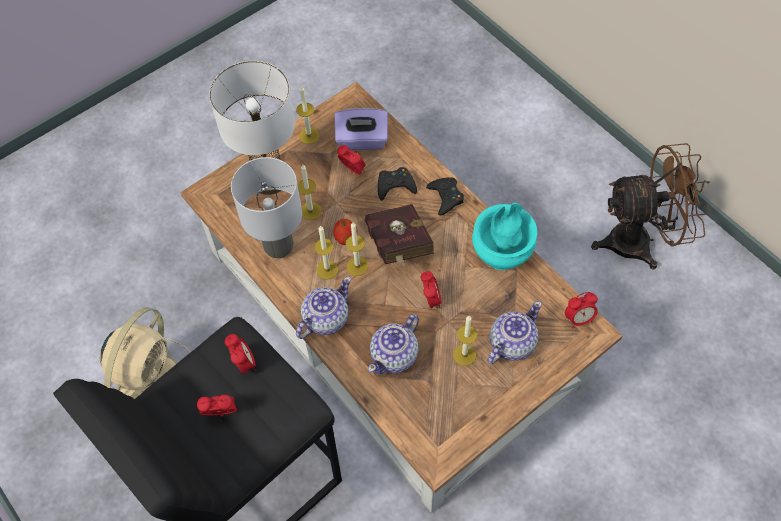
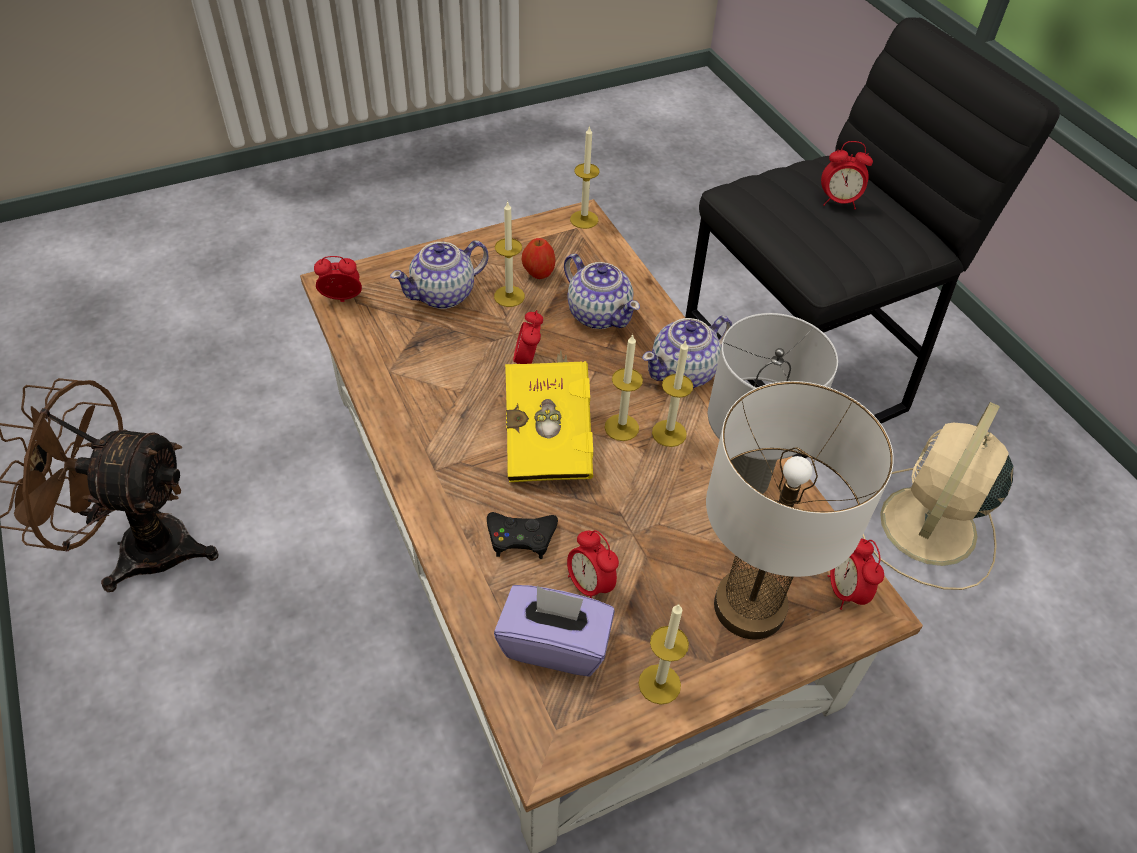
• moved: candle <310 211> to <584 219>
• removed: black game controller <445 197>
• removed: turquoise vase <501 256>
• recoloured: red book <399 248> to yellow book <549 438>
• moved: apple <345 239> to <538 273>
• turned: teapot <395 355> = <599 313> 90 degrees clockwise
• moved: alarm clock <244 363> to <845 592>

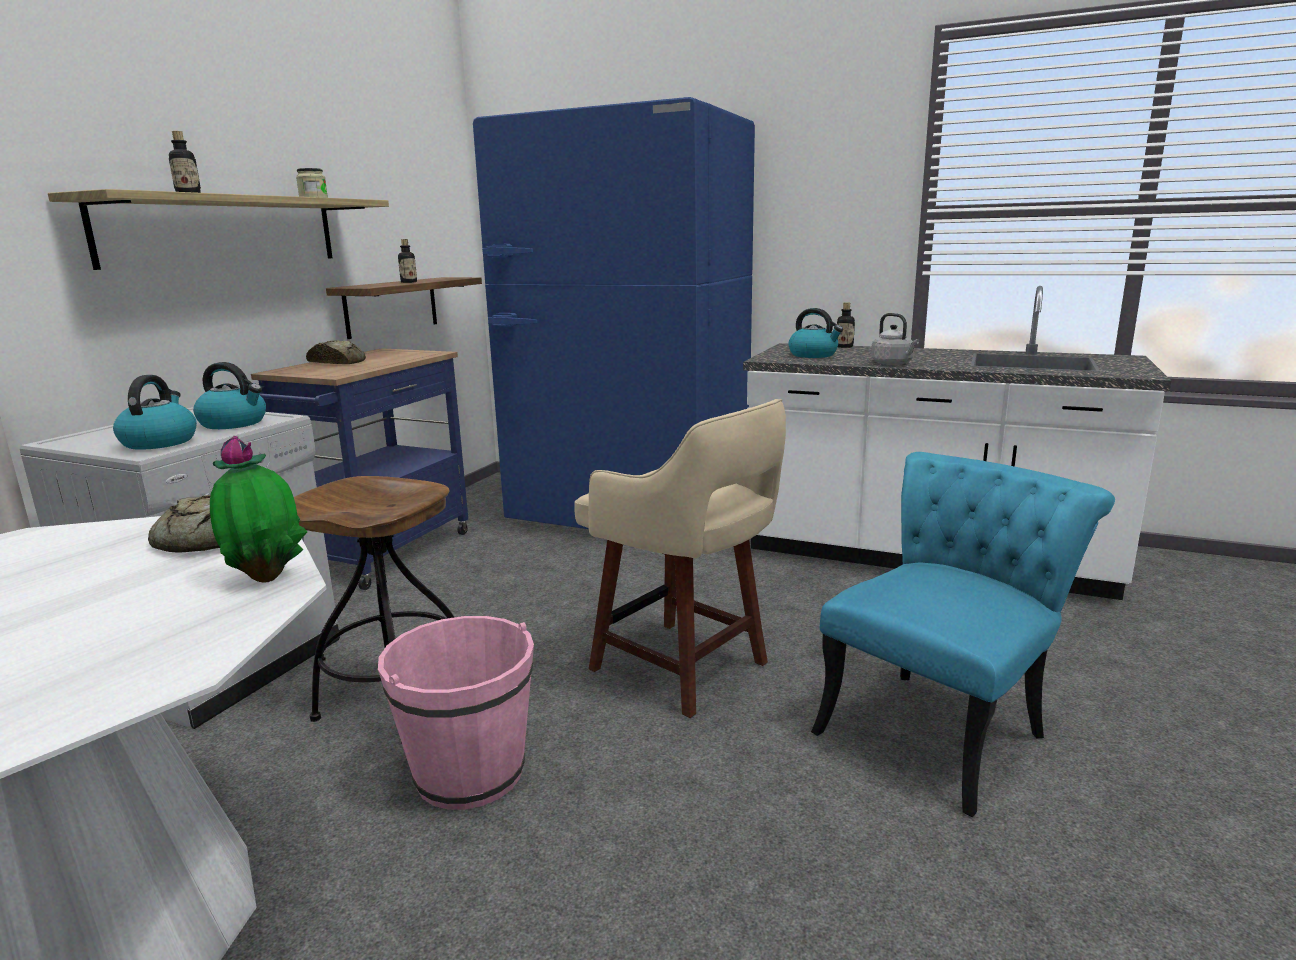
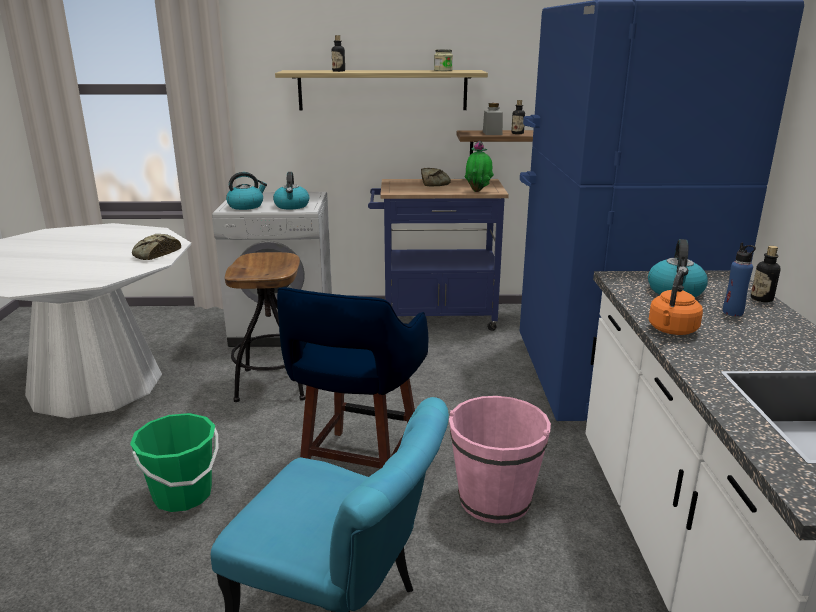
• recoloured: grey kettle <893 364> to orange kettle <672 330>
• recoloured: beige stool <684 670> to blue stool <358 470>
• moved: potted plant <267 577> to <478 191>
• moved: pink bucket <469 773> to <494 499>
• added: grey jar <492 133>
• added: blue bottle <732 312>
• added: green bucket <183 495>

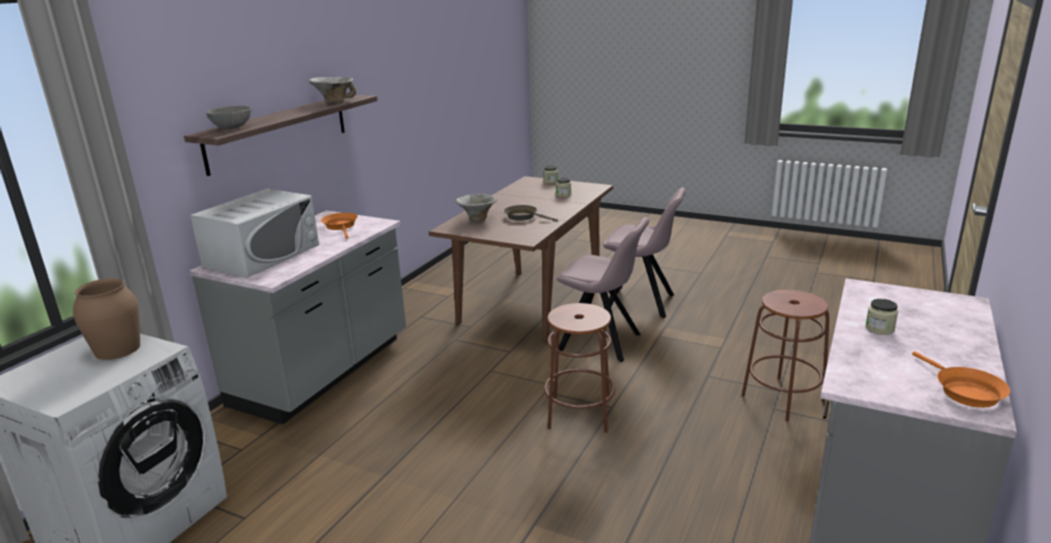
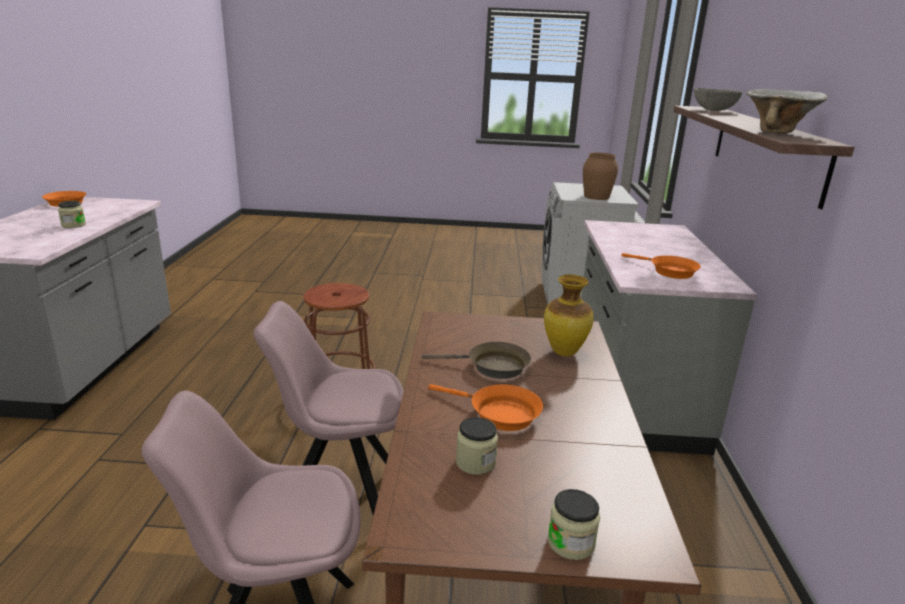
• removed: white microwave <263 255>
• replaced: bowl <477 219> to vase <565 352>
• removed: brown stool <782 398>
• added: orange frying pan <499 414>

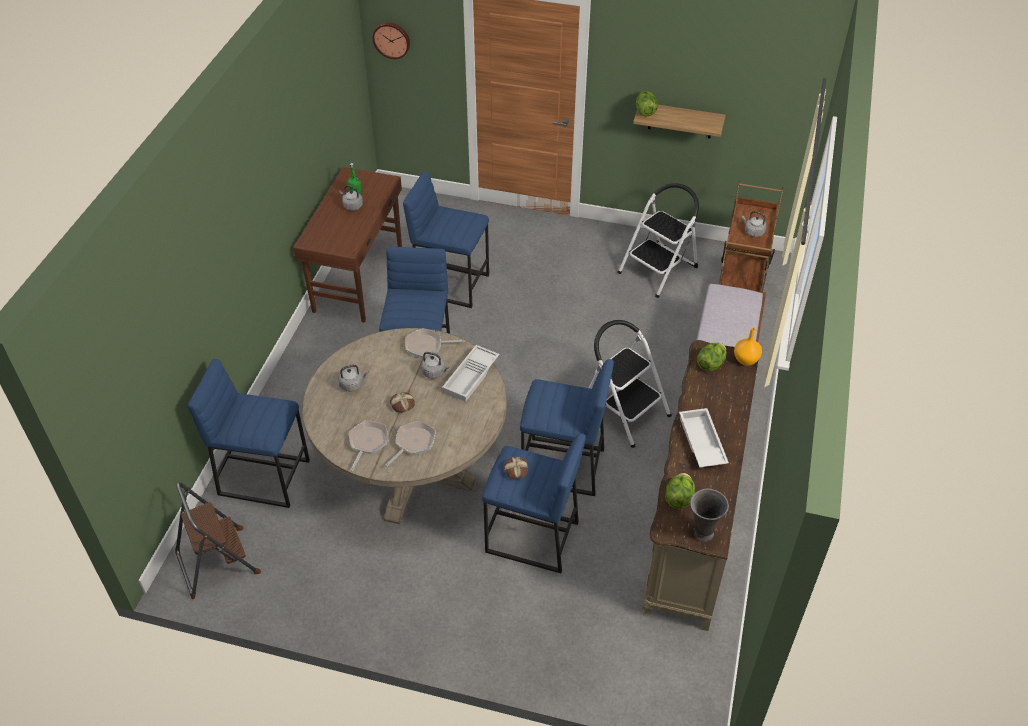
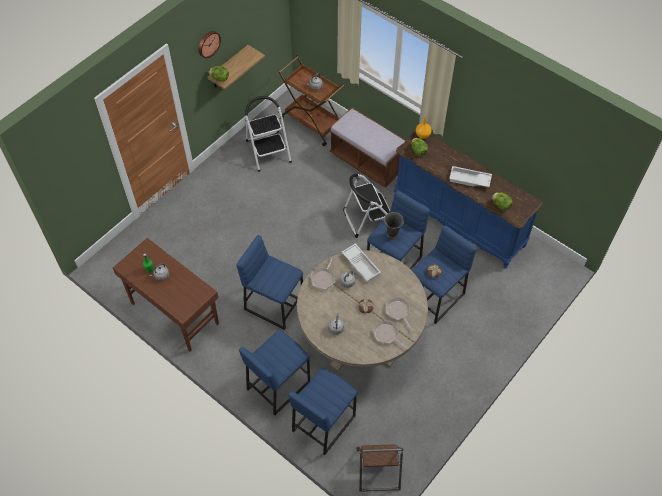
• moved: wall clock <392 39> to <208 43>
• moved: blue stool <450 284> to <278 385>
• recoloured: beige cabinet <691 520> to blue cabinet <457 221>
• moved: grey vase <702 534> to <392 235>

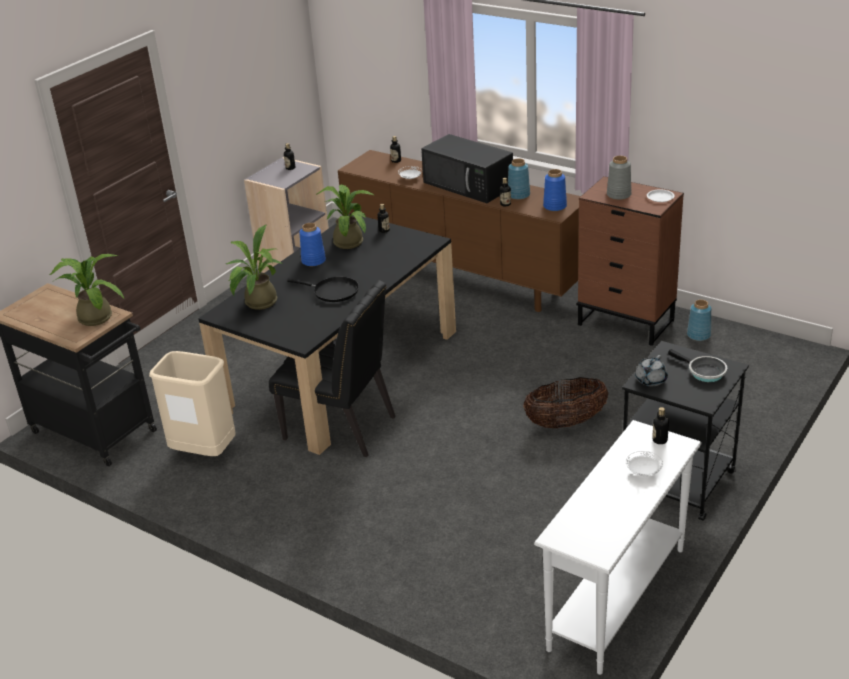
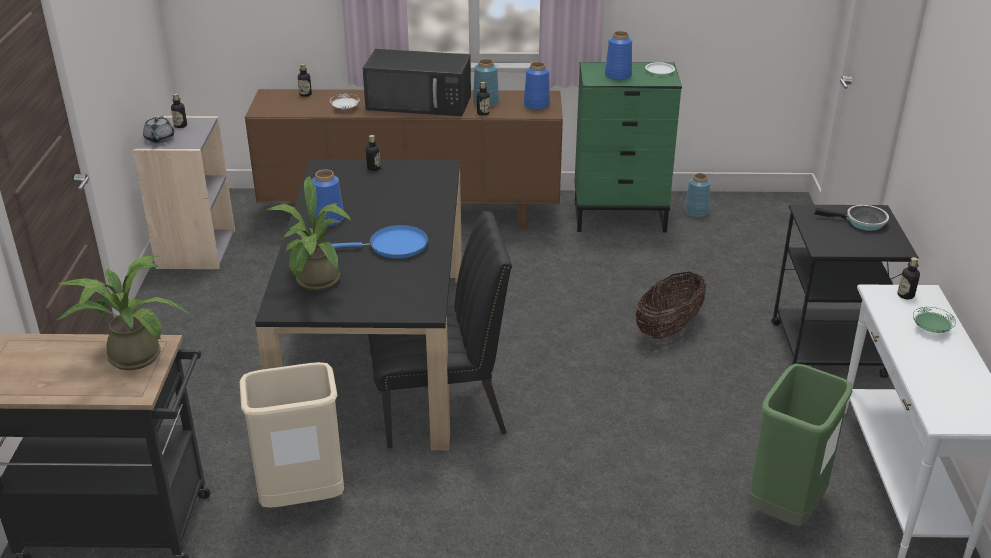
• recoloured: grey vase <619 195> to blue vase <618 75>
• recoloured: brown dresser <626 322> to green dresser <620 217>
• removed: potted plant <349 241>
• recoloured: black frying pan <333 292> to blue frying pan <394 246>
• moved: grey teapot <650 380> to <159 139>
• recoloured: white plate <643 472> to green plate <931 329>
• added: green trash can <785 508>

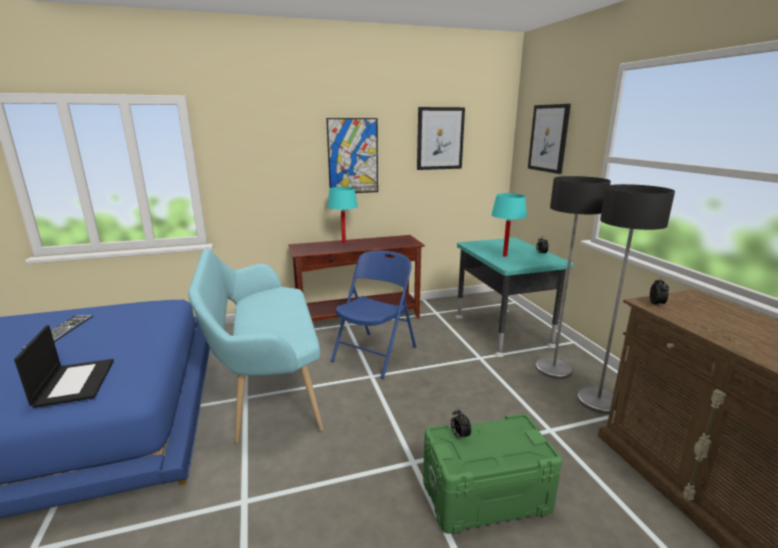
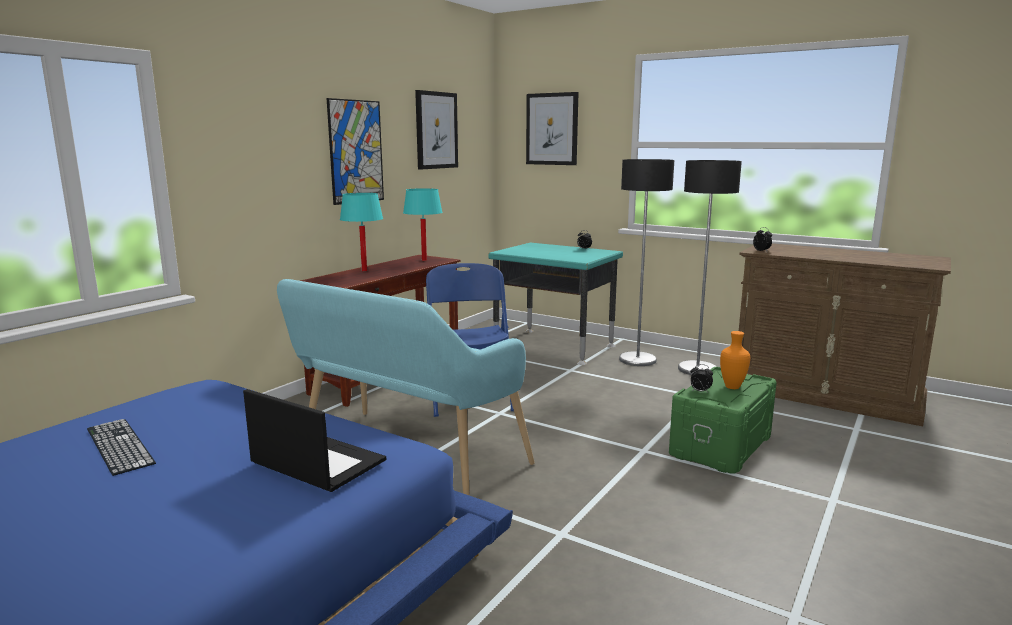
• moved: turquoise table lamp <504 256> to <424 260>
• added: orange vase <733 387>

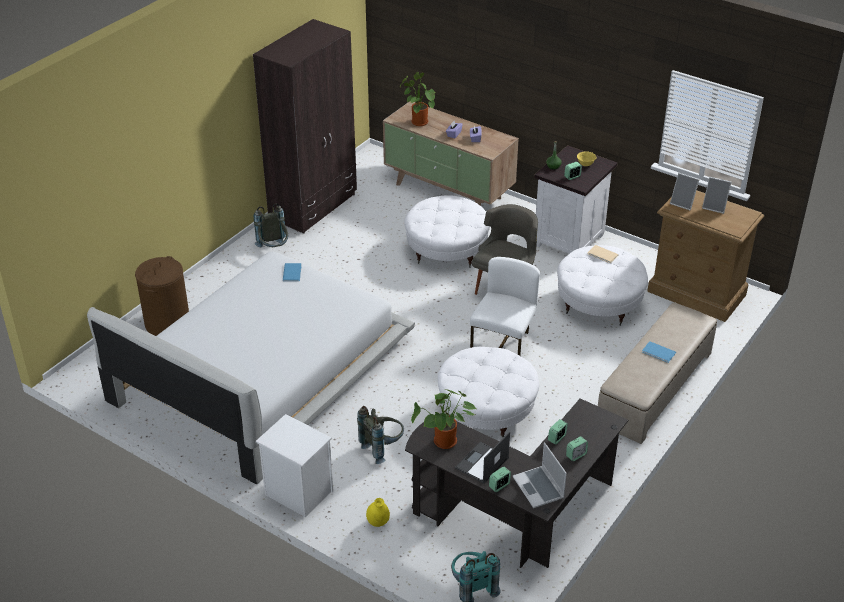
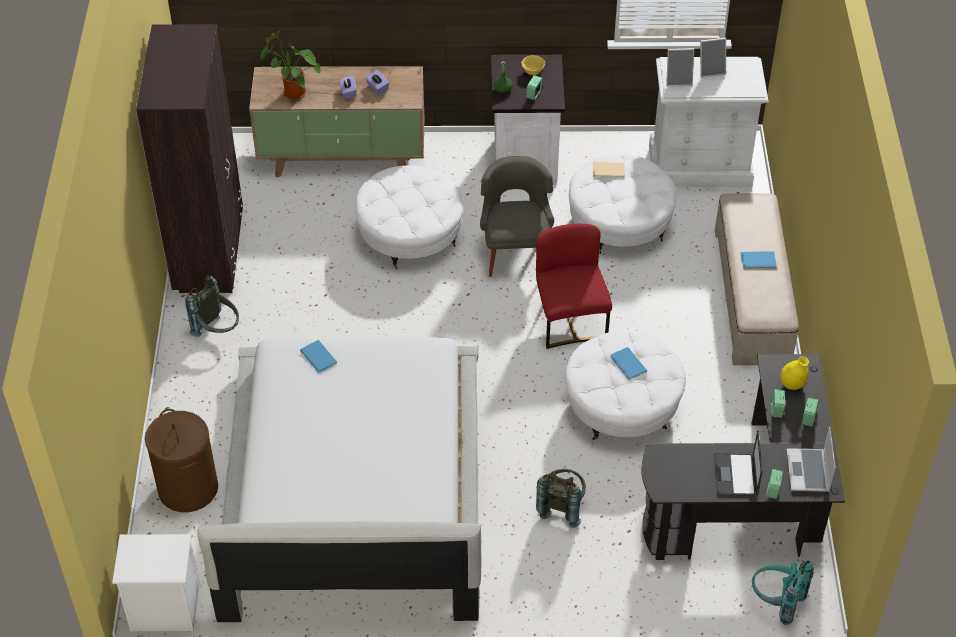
• recoloured: brown dresser <696 293> to white dresser <700 166>
• recoloured: white chair <503 343> to red chair <570 320>
• removed: potted plant <444 444>
• moved: white nightstand <297 493> to <163 609>
• turned: laptop <539 488> = <809 472> 60 degrees clockwise
• moved: yellow vase <378 522> to <792 384>
• added: blue book <628 365>

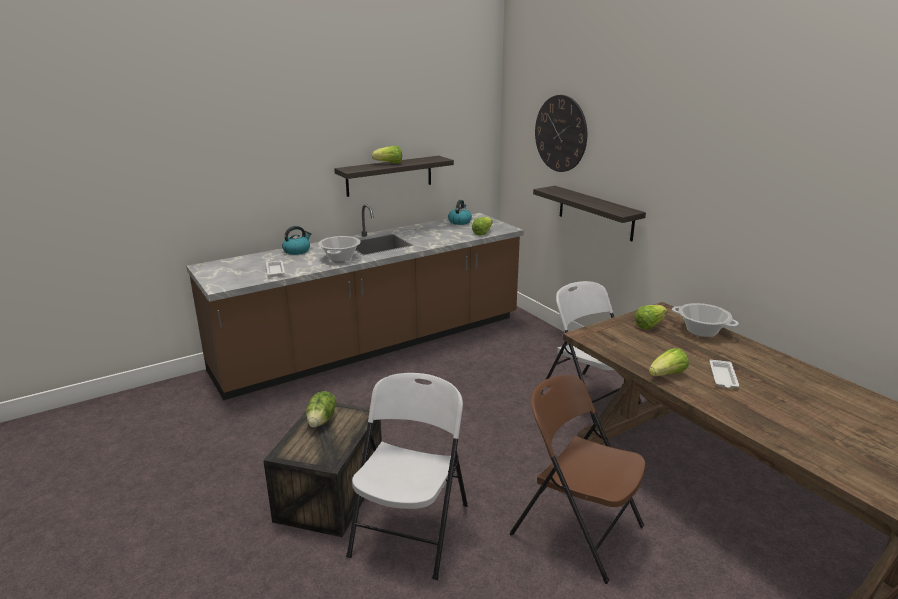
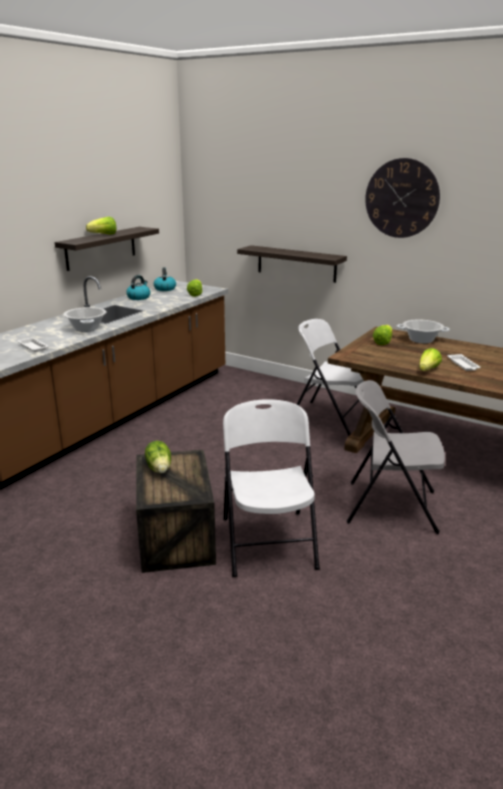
• moved: wall clock <560 133> to <401 198>
• moved: kettle <297 251> to <139 297>
• recoloured: brown chair <577 529> to grey chair <391 506>

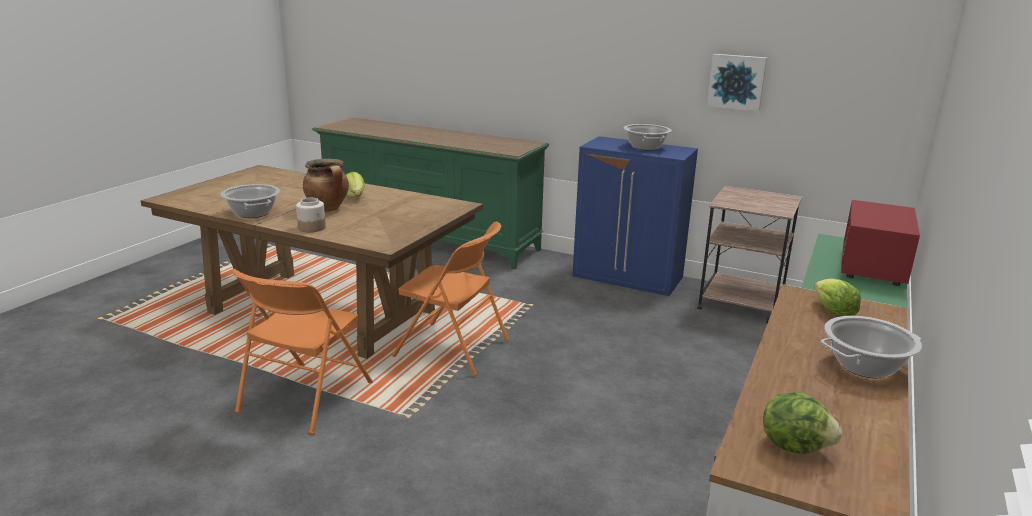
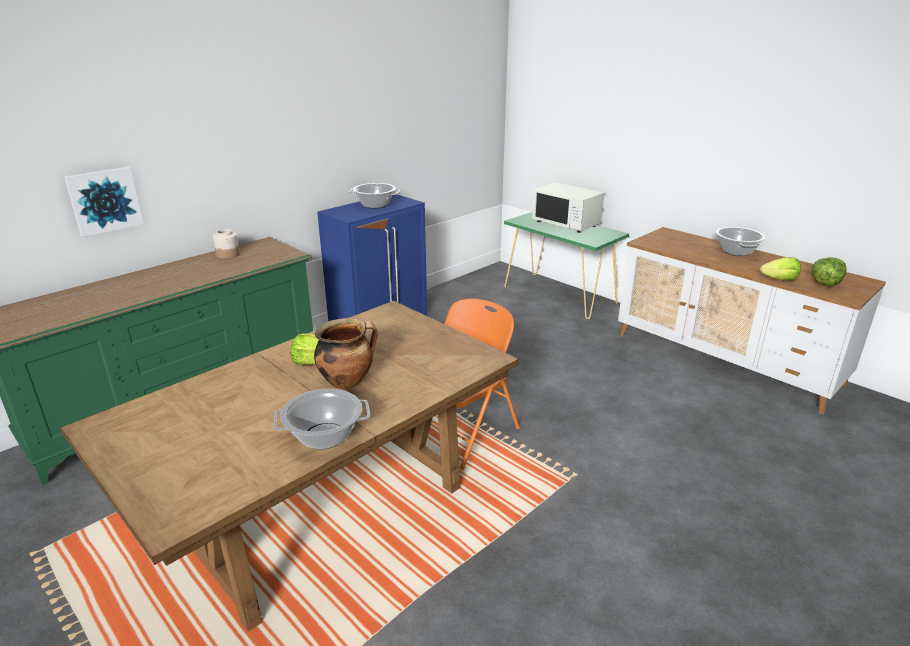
• moved: picture <736 82> to <104 200>
• removed: brown cart <742 304>
• moved: jar <312 228> to <228 254>
• recoloured: red microwave <873 267> to white microwave <566 223>
• removed: orange chair <306 397>
• moved: lettuce <832 312> to <780 279>

